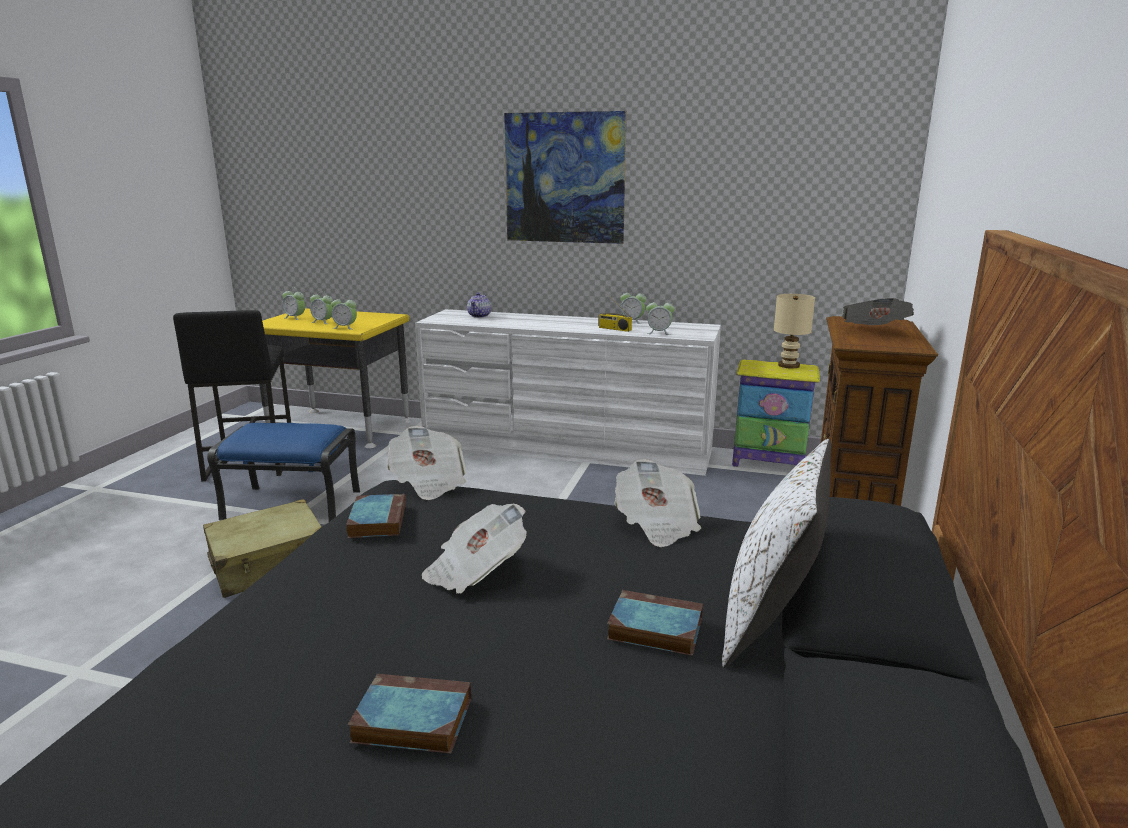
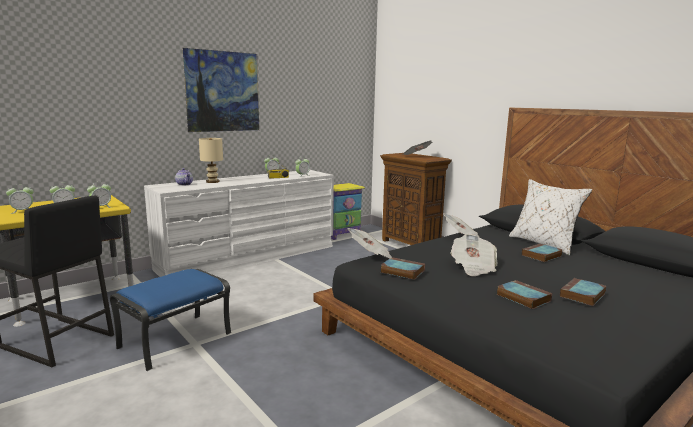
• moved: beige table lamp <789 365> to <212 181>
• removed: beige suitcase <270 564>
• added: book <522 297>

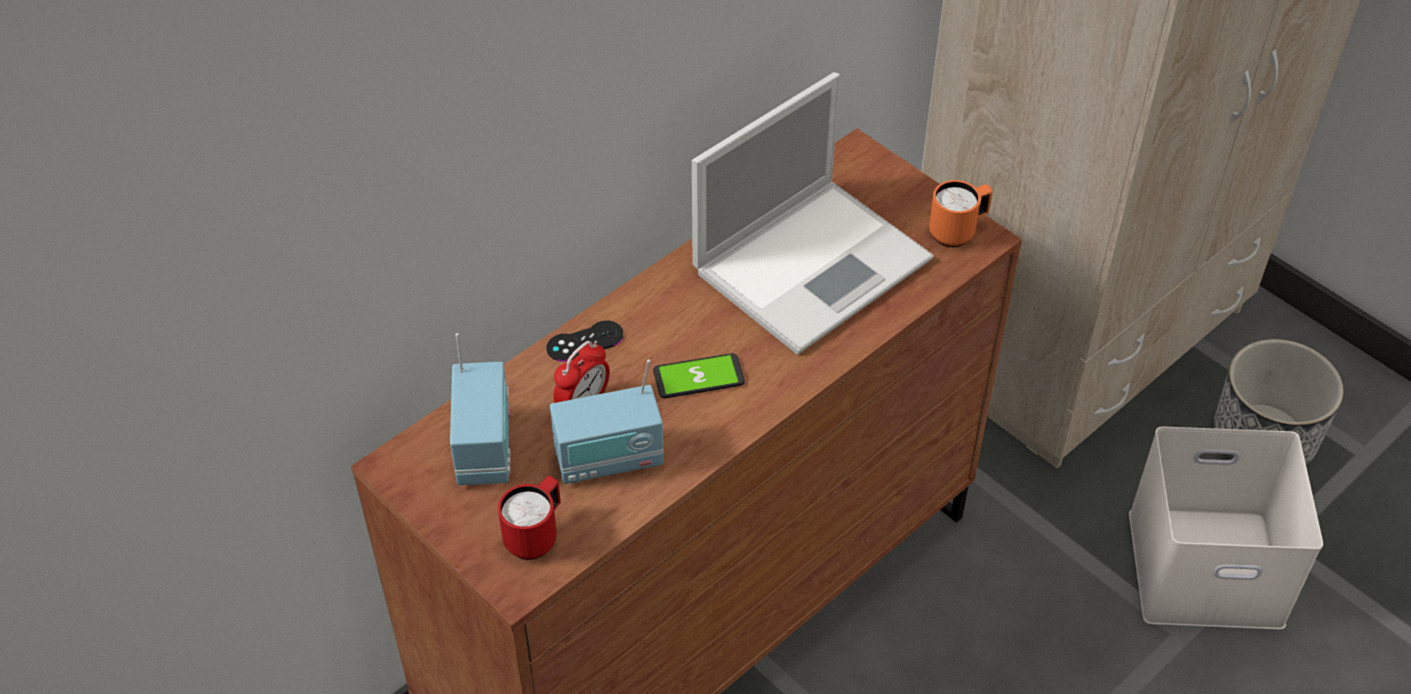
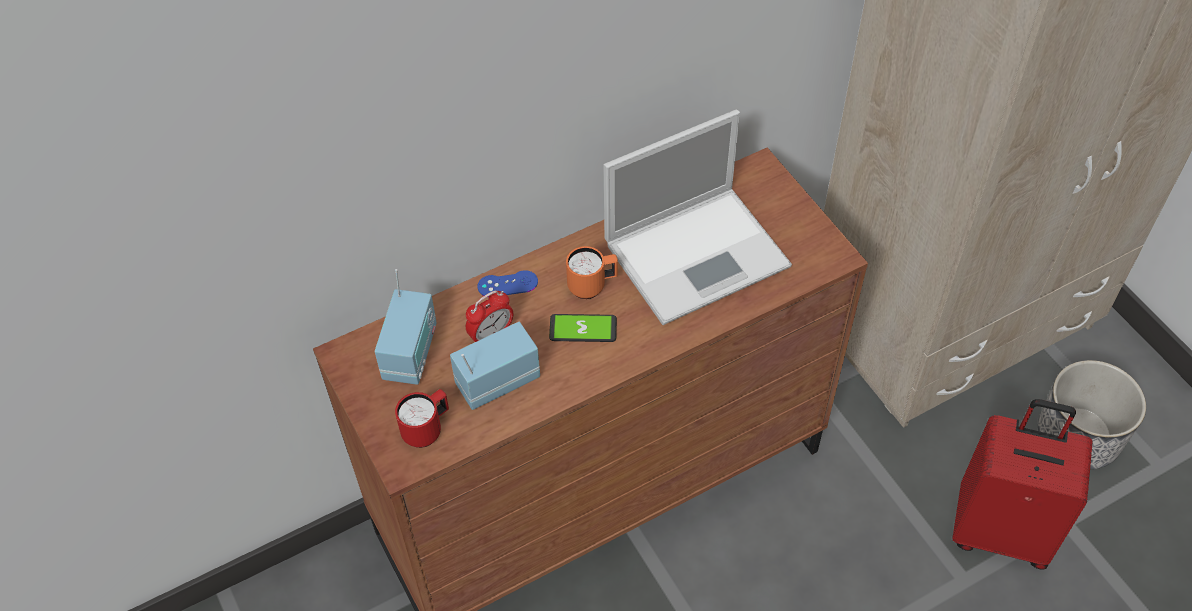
• moved: orange mug <958 232> to <592 286>
• recoloured: black game controller <585 341> to blue game controller <507 284>
• turned: radio <609 460> = <497 381> 150 degrees clockwise
• replaced: white storage box <1208 565> to red suitcase <1001 530>

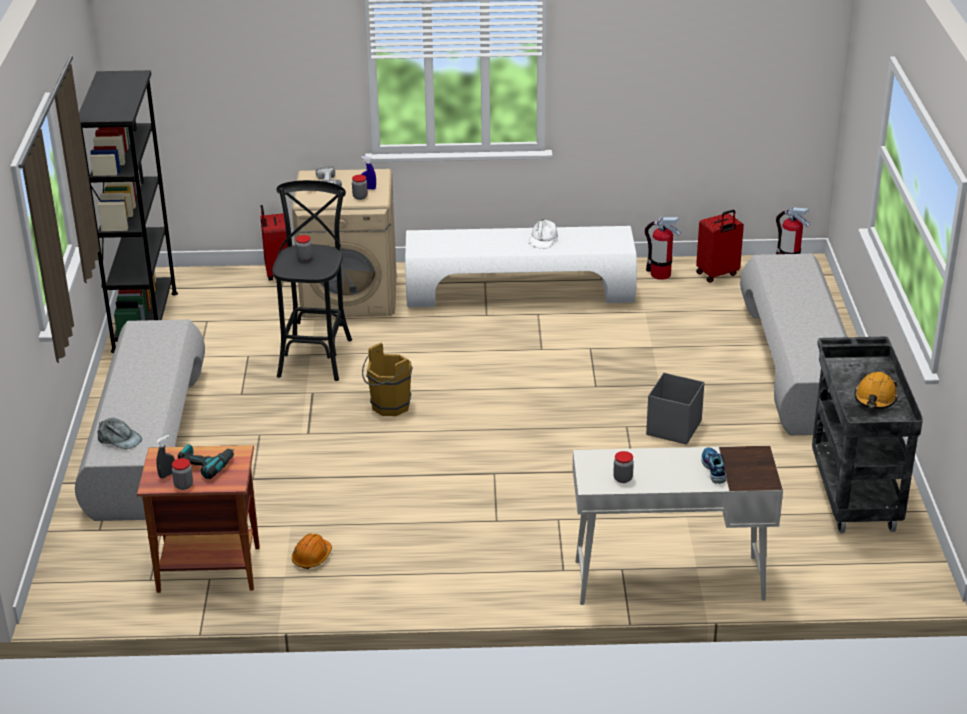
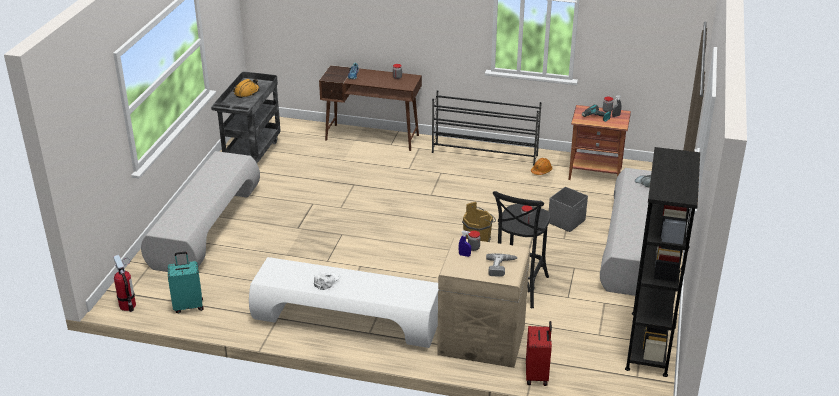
• recoloured: red suitcase <717 274> to turquoise suitcase <188 306>
• removed: fire extinguisher <660 274>
• moved: grey storage box <673 428> to <567 221>
• recoloured: white desk <668 580> to brown desk <372 137>
• added: black shoe rack <485 154>

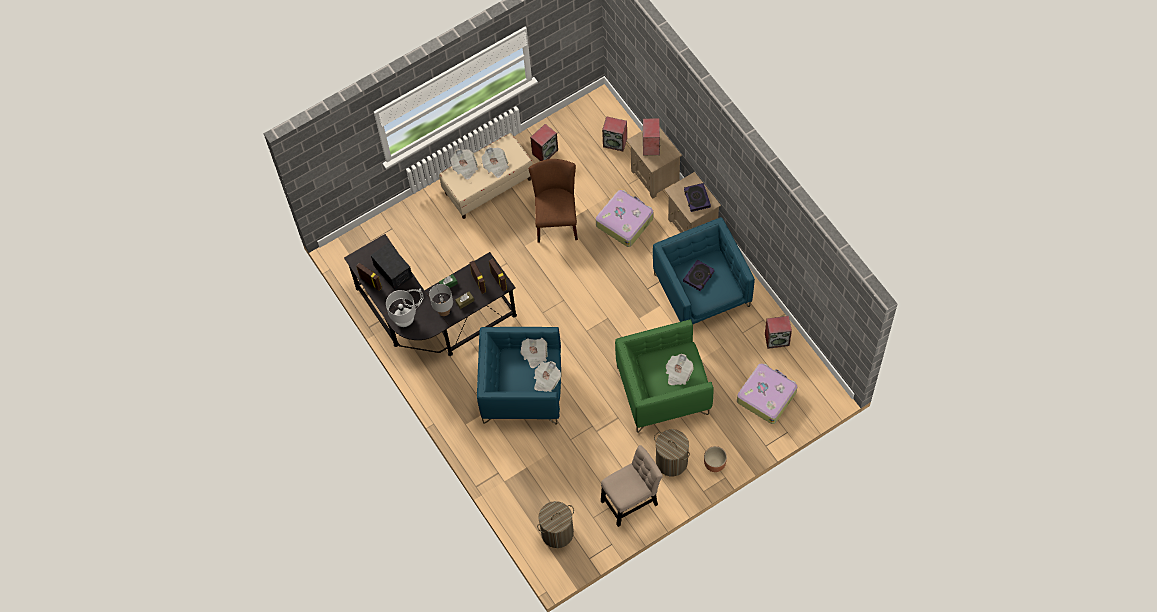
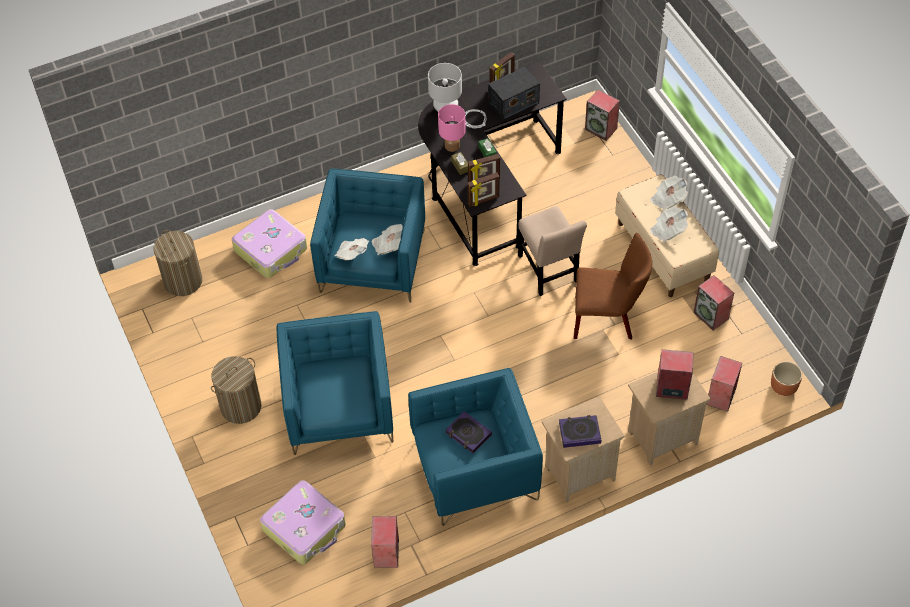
• moved: suitcase <624 221> to <271 250>
• recoloured: grey table lamp <443 310> to pink table lamp <452 145>
• recoloured: green armchair <663 391> to blue armchair <339 409>
• removed: newspaper <678 373>
• moved: beige chair <631 500> to <549 271>
• moved: brown planter <715 463> to <783 387>
• added: speaker <601 129>

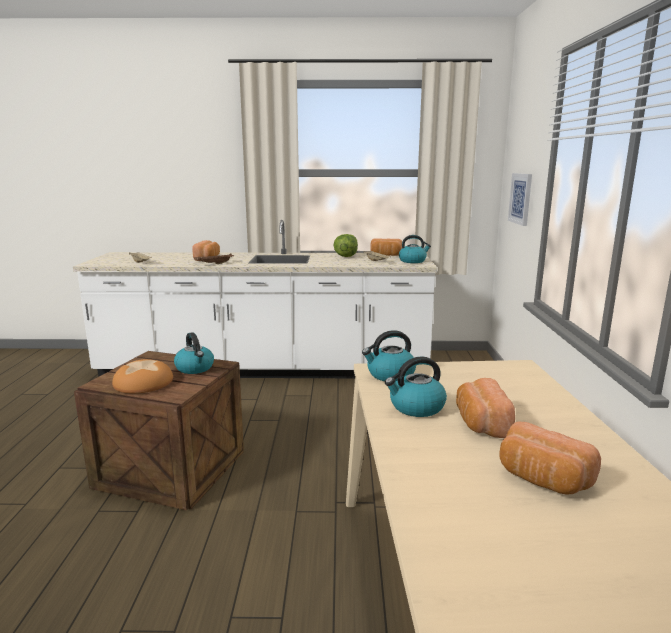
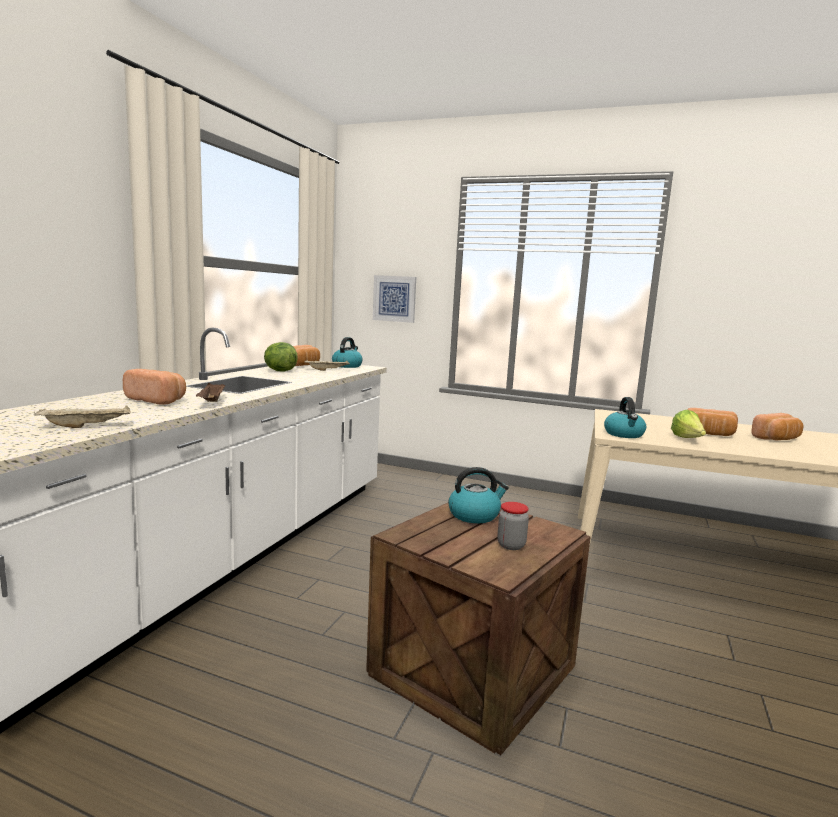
• replaced: kettle <416 407> to lettuce <688 439>
• replaced: bread <144 382> to jar <511 545>

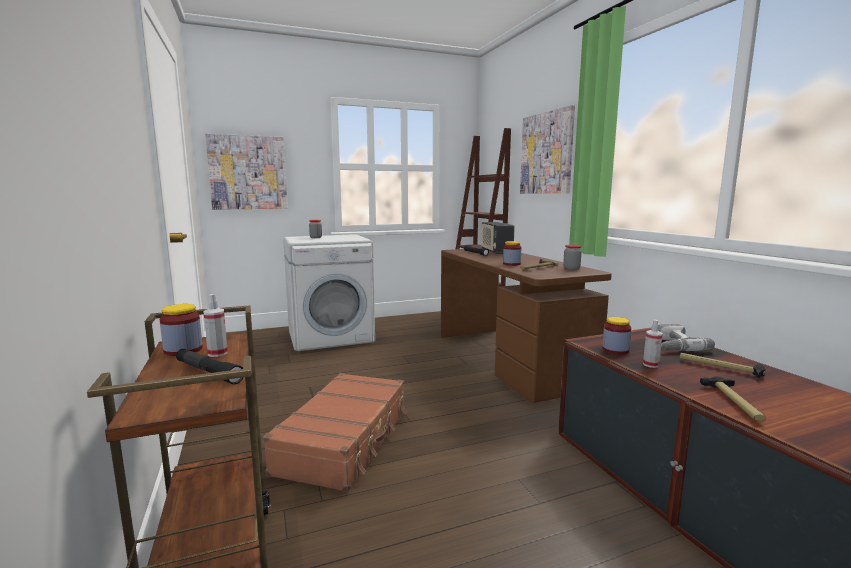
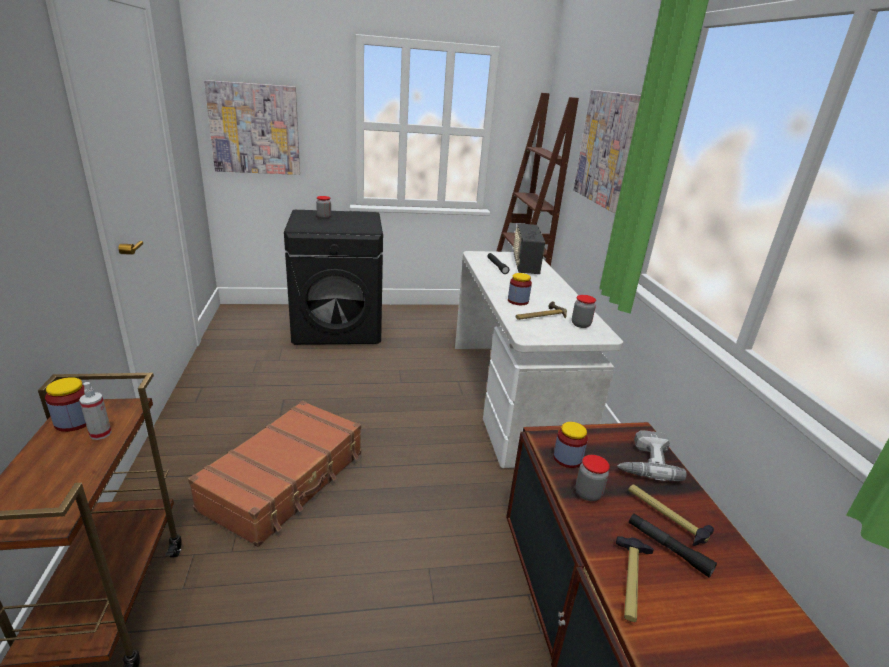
• recoloured: white washing machine <332 336> to black washing machine <338 328>
• recoloured: brown desk <509 359> to white desk <513 396>
• replaced: spray bottle <650 365> to jar <588 493>
• moved: black flashlight <208 372> to <668 548>

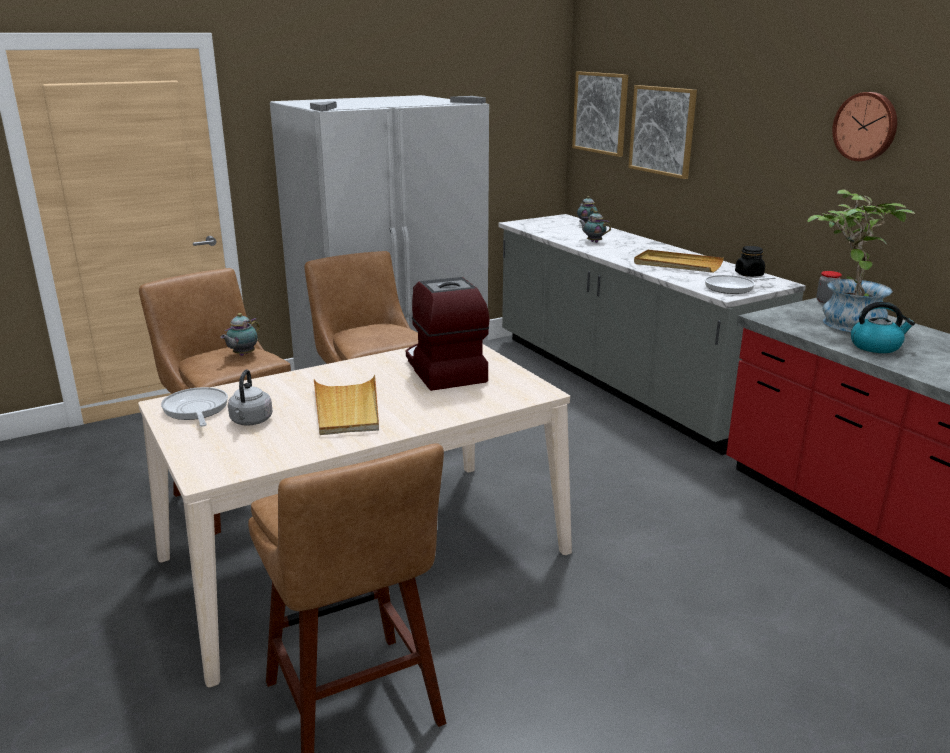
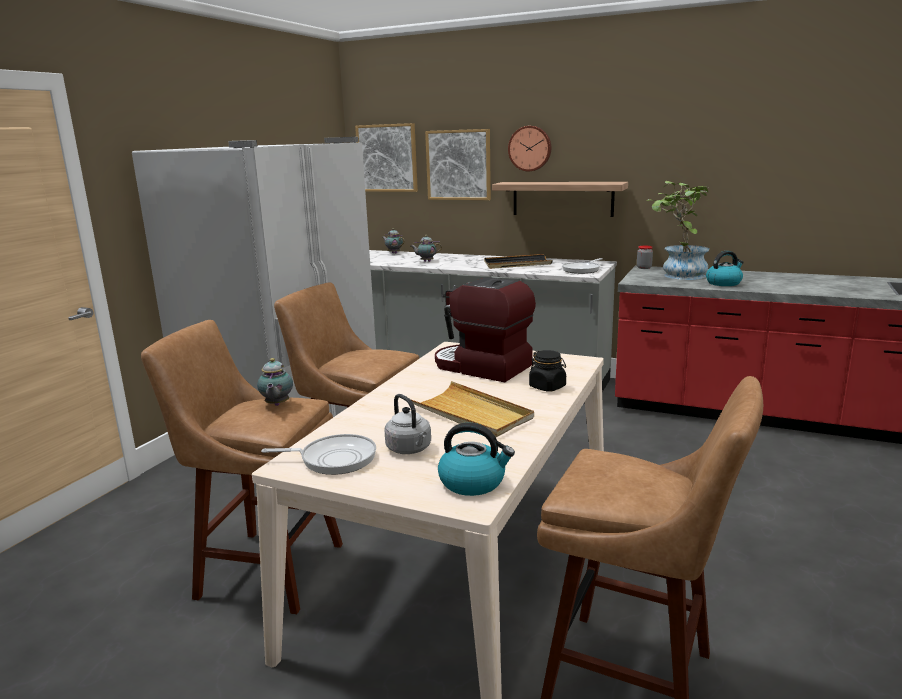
• moved: wall clock <866 126> to <530 148>
• moved: black jar <749 274> to <547 387>
• recoloured: beige tray <677 264> to black tray <517 264>
• turned: frying pan <196 410> = <334 459> 150 degrees clockwise
• added: shelf <562 198>
• added: kettle <473 482>

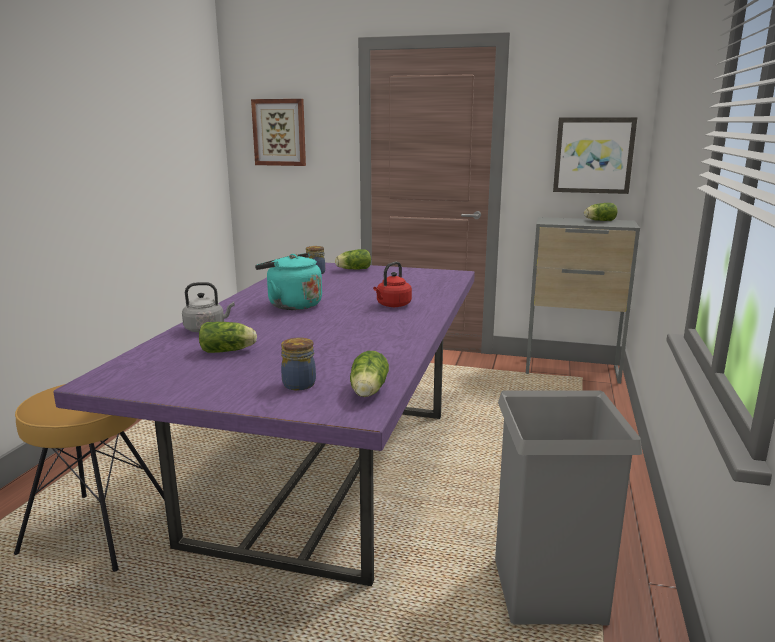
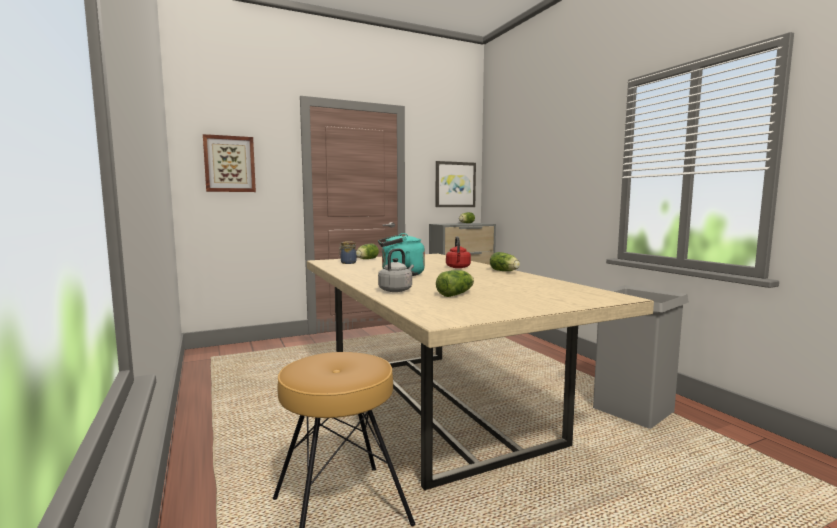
• recoloured: purple dining table <328 473> to beige dining table <435 406>
• removed: jar <298 384>
• moved: lettuce <368 392> to <505 271>

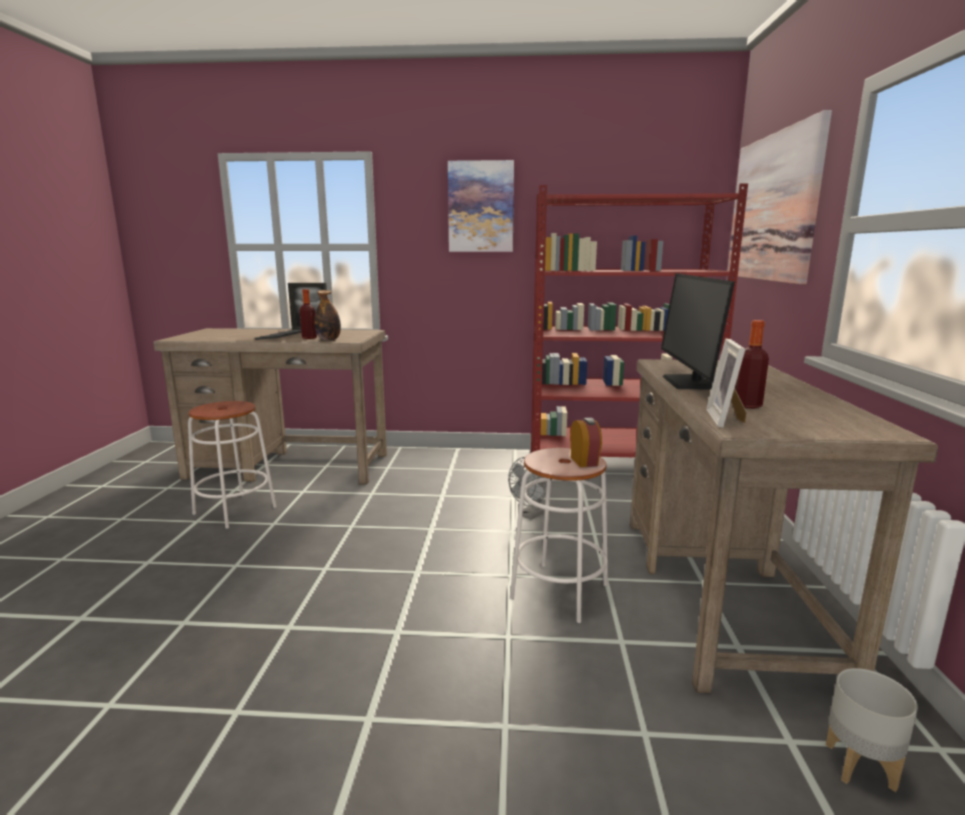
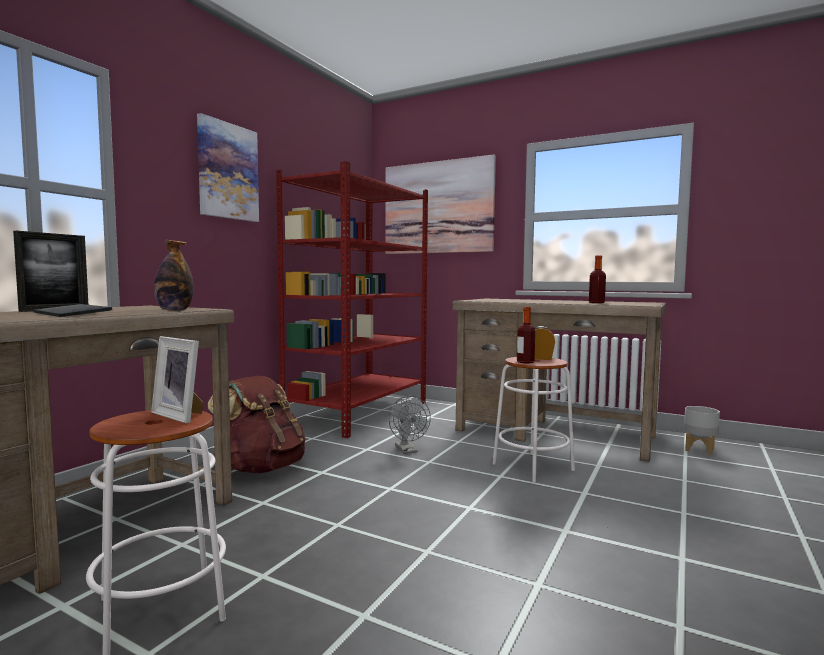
• removed: monitor <695 382>
• moved: bottle <309 338> to <525 362>
• moved: picture frame <726 419> to <181 415>
• added: brown backpack <262 467>

